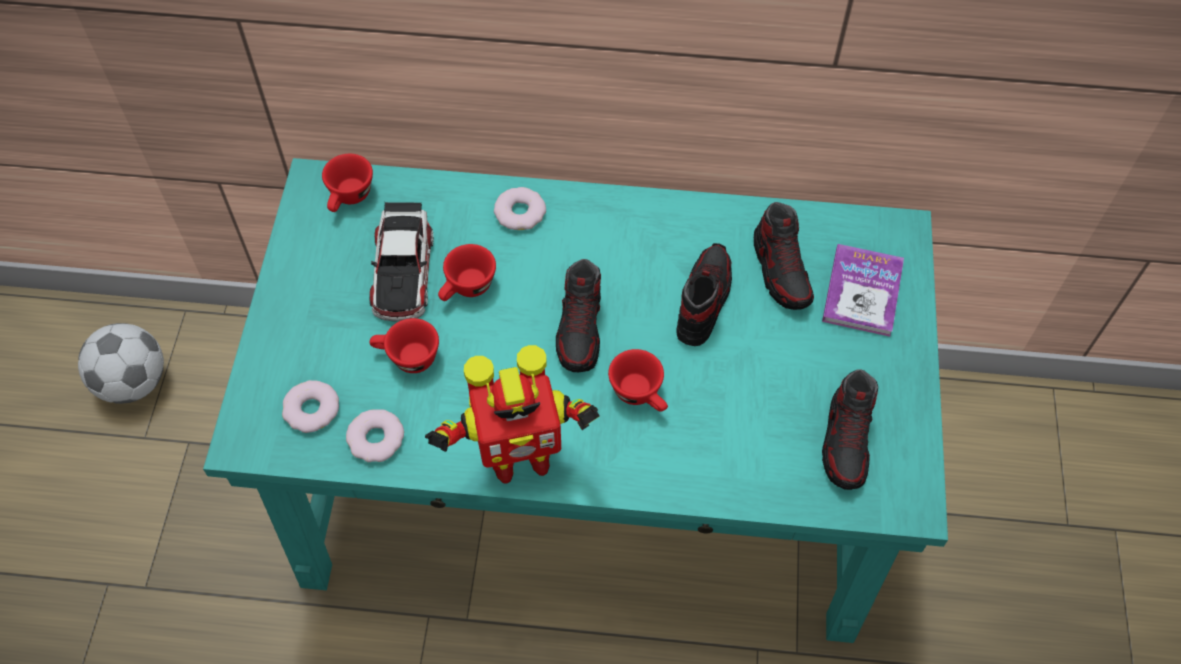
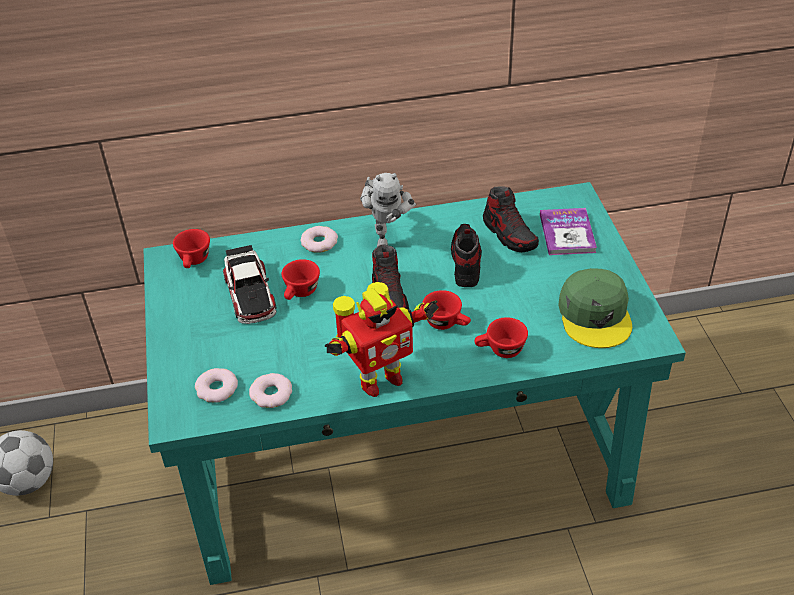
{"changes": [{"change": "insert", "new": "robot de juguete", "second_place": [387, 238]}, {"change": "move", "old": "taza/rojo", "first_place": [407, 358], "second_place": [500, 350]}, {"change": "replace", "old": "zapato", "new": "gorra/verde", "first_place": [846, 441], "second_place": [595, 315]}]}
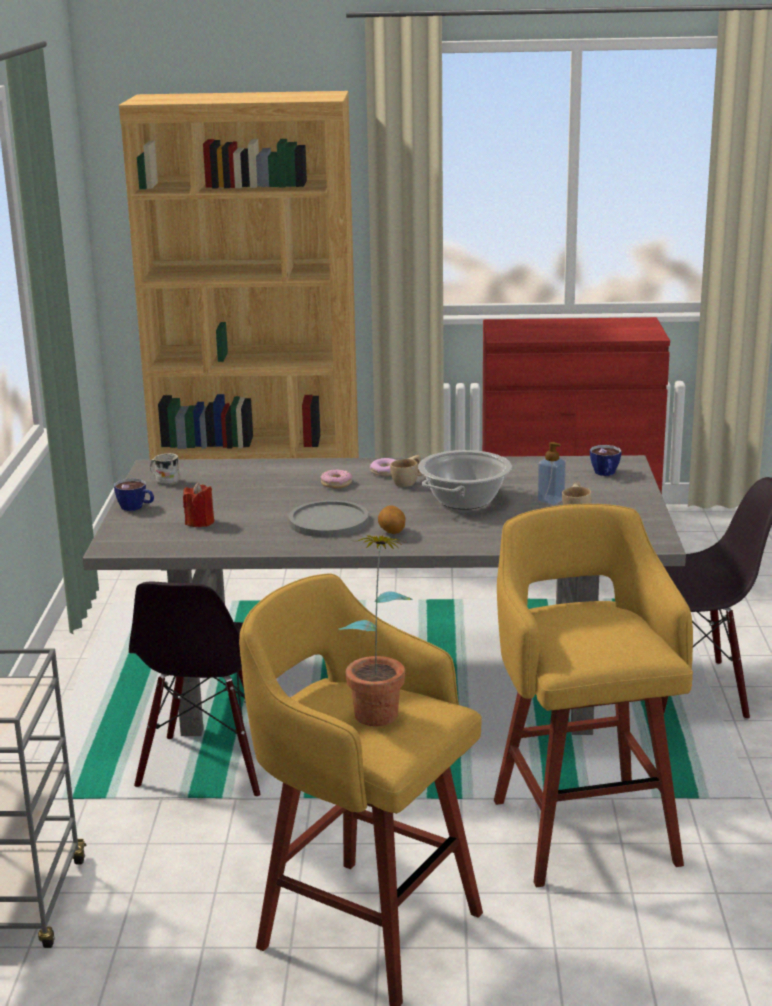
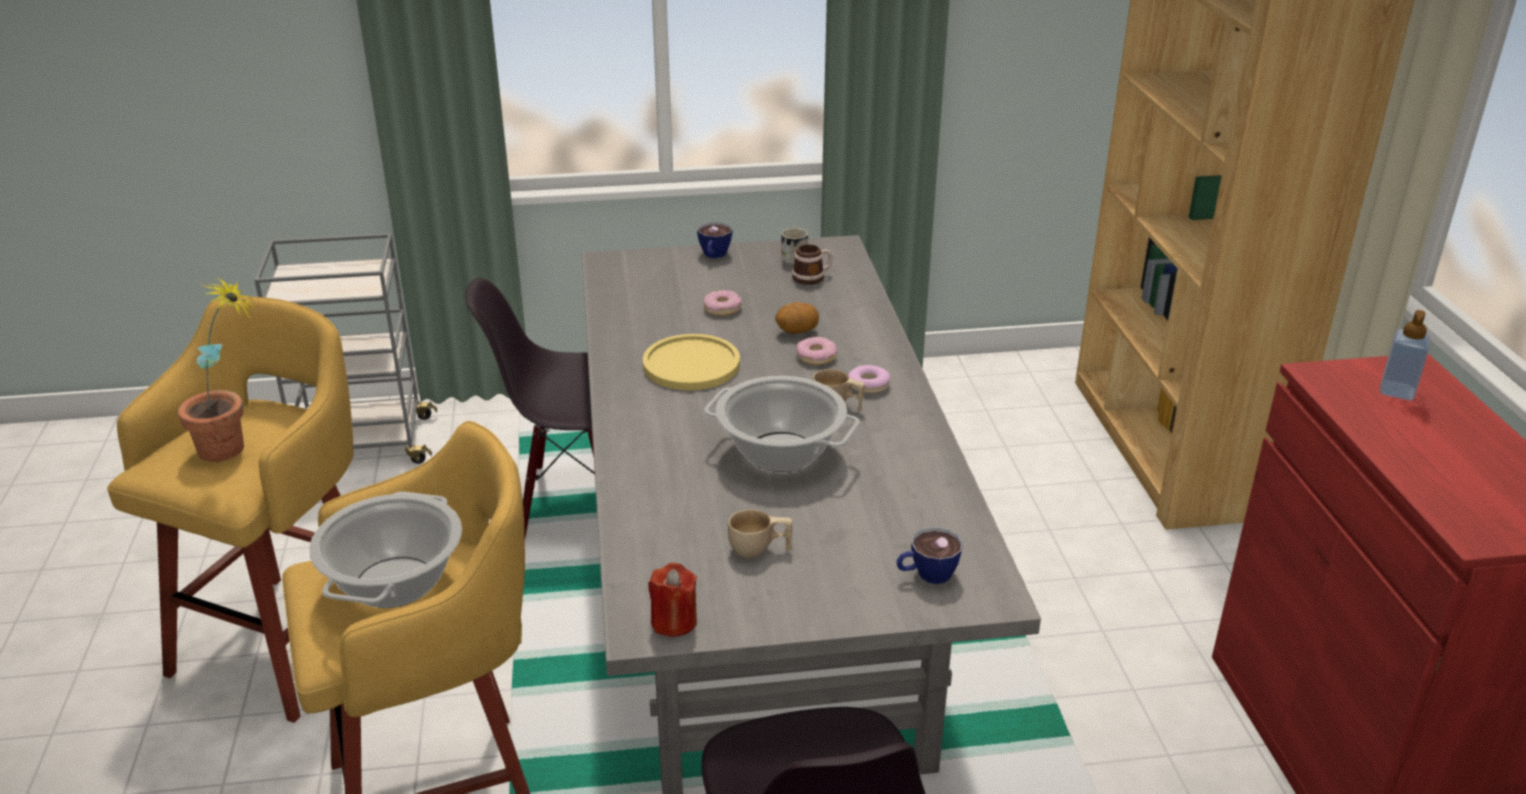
{"changes": [{"change": "insert", "new": "olla", "second_place": [395, 583]}, {"change": "insert", "new": "rosquilla", "second_place": [722, 309]}, {"change": "insert", "new": "taza grande", "second_place": [812, 277]}, {"change": "move", "old": "vela/rojo", "first_place": [200, 522], "second_place": [674, 622]}, {"change": "move", "old": "patata", "first_place": [391, 532], "second_place": [797, 331]}, {"change": "move", "old": "dispensador de jabón", "first_place": [551, 500], "second_place": [1397, 391]}, {"change": "recolor", "old": "plato/gris", "new": "plato/amarillo", "first_place": [328, 521], "second_place": [691, 365]}]}
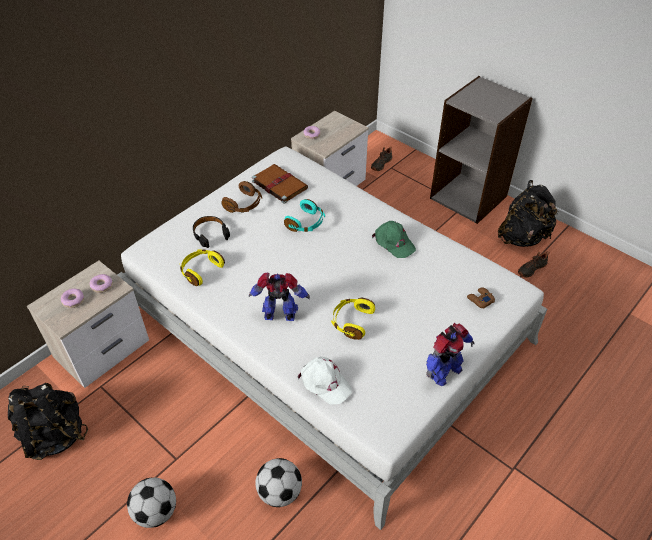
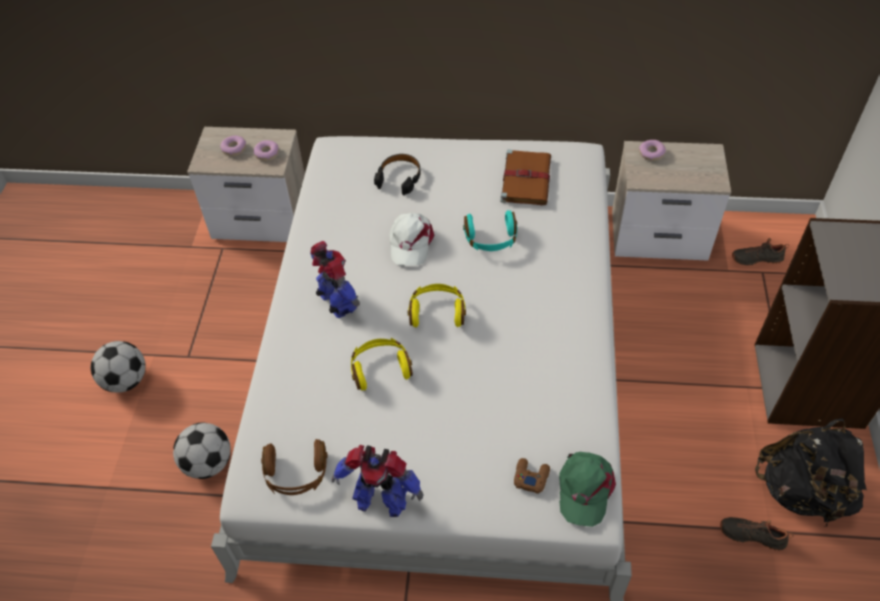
{"changes": [{"change": "delete", "old": "mochila/negro", "first_place": [54, 434]}, {"change": "move", "old": "auriculares/amarillo", "first_place": [201, 270], "second_place": [437, 312]}, {"change": "move", "old": "auriculares/marrón", "first_place": [244, 204], "second_place": [296, 474]}, {"change": "move", "old": "gorra/blanco", "first_place": [324, 383], "second_place": [410, 242]}, {"change": "move", "old": "gorra/verde", "first_place": [393, 242], "second_place": [584, 489]}]}
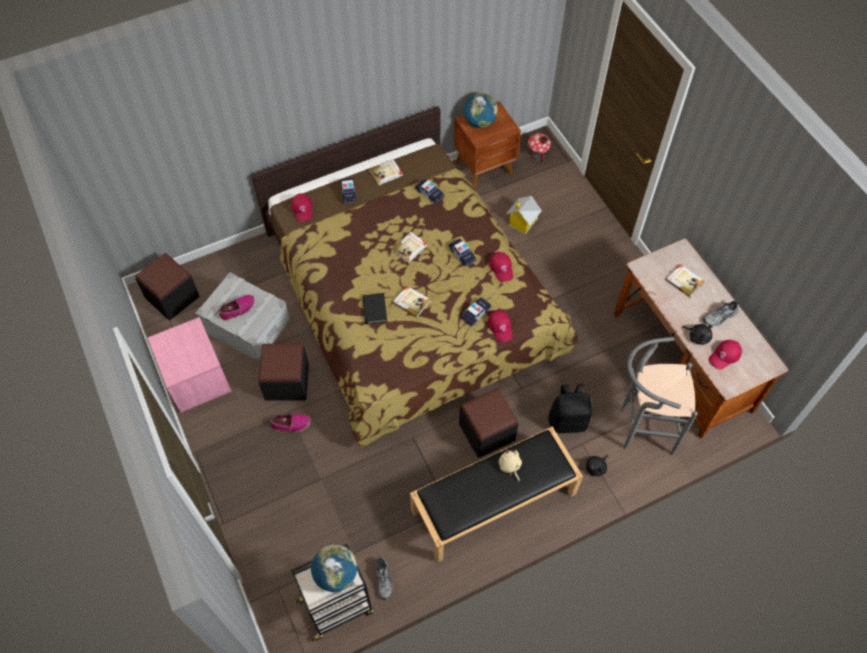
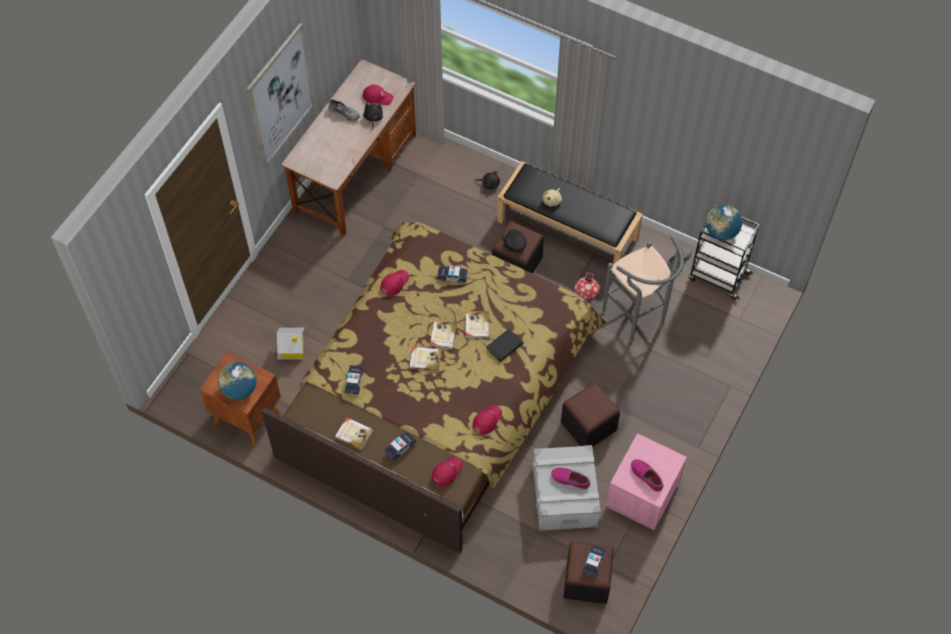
{"changes": [{"change": "delete", "old": "mochila/negro", "first_place": [568, 420]}, {"change": "insert", "new": "cuadro", "second_place": [280, 96]}, {"change": "insert", "new": "gorra/negro", "second_place": [514, 241]}, {"change": "move", "old": "zapato", "first_place": [291, 424], "second_place": [647, 476]}, {"change": "move", "old": "coche de juguete", "first_place": [462, 254], "second_place": [593, 562]}, {"change": "move", "old": "gorra/rojo", "first_place": [500, 327], "second_place": [487, 420]}, {"change": "move", "old": "casita", "first_place": [537, 156], "second_place": [585, 298]}, {"change": "move", "old": "taburete/gris", "first_place": [640, 429], "second_place": [637, 320]}, {"change": "move", "old": "libro", "first_place": [684, 281], "second_place": [443, 335]}]}
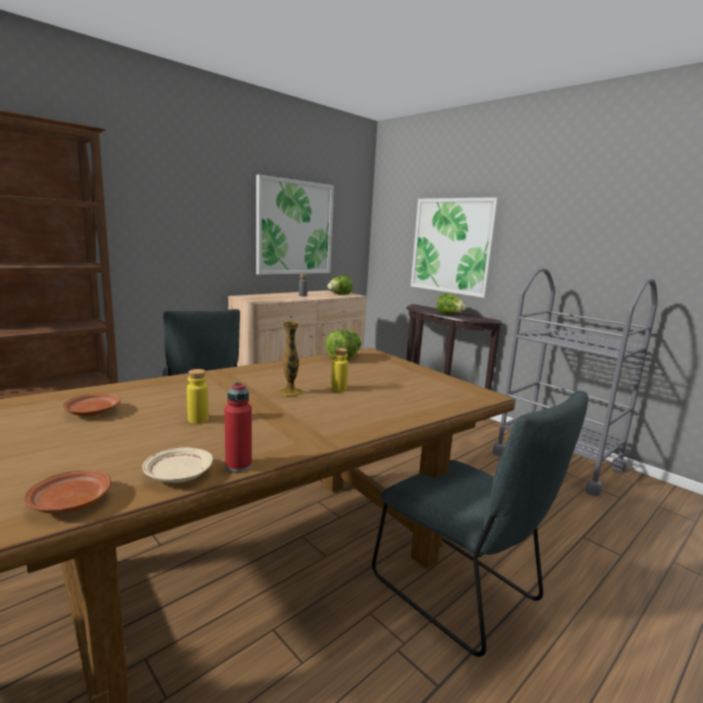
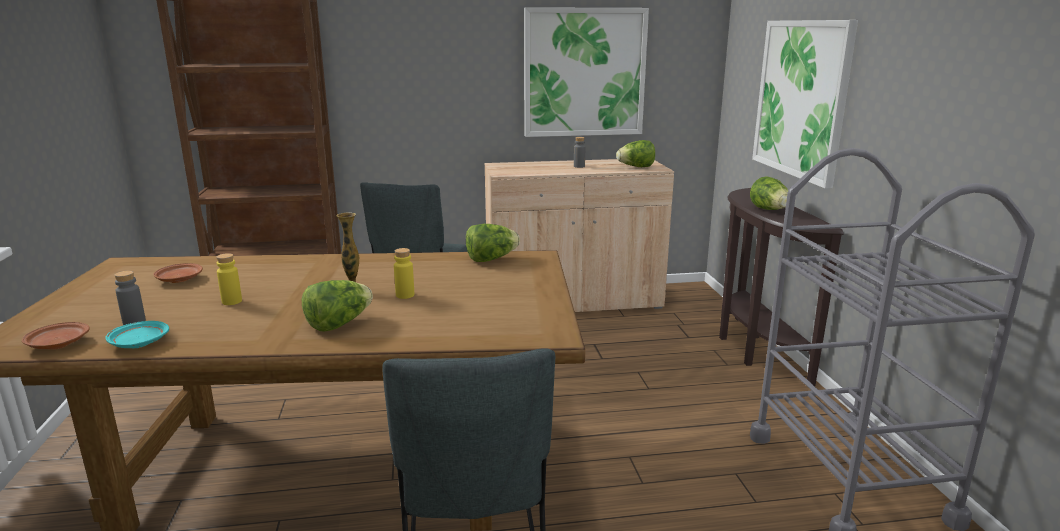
{"changes": [{"change": "delete", "old": "botella/rojo", "first_place": [238, 466]}, {"change": "insert", "new": "botella/gris", "second_place": [134, 322]}, {"change": "insert", "new": "lechuga", "second_place": [338, 324]}, {"change": "recolor", "old": "plato/beis", "new": "plato/turquesa", "first_place": [178, 475], "second_place": [139, 343]}]}
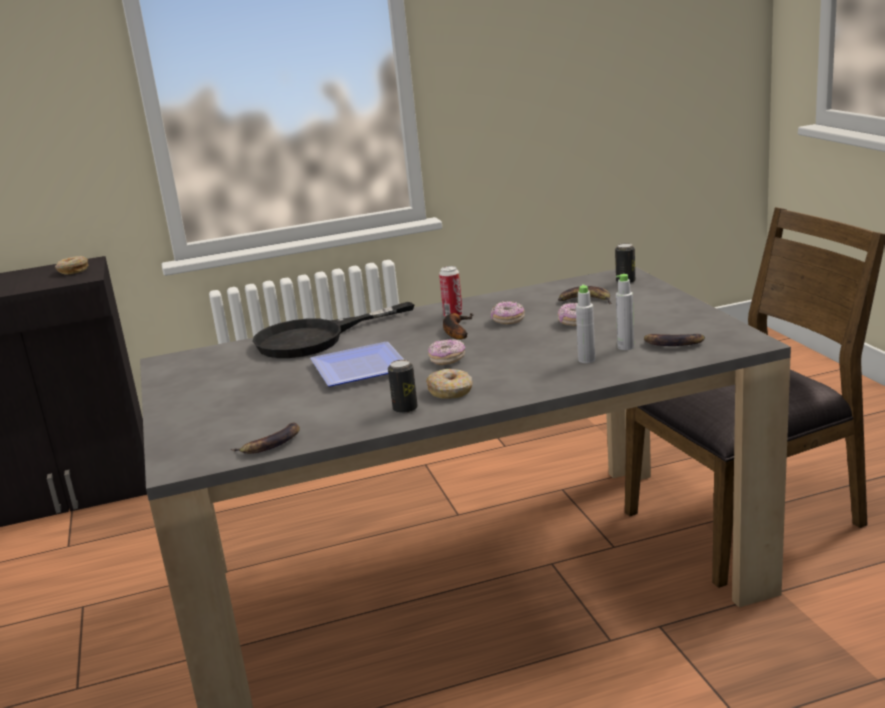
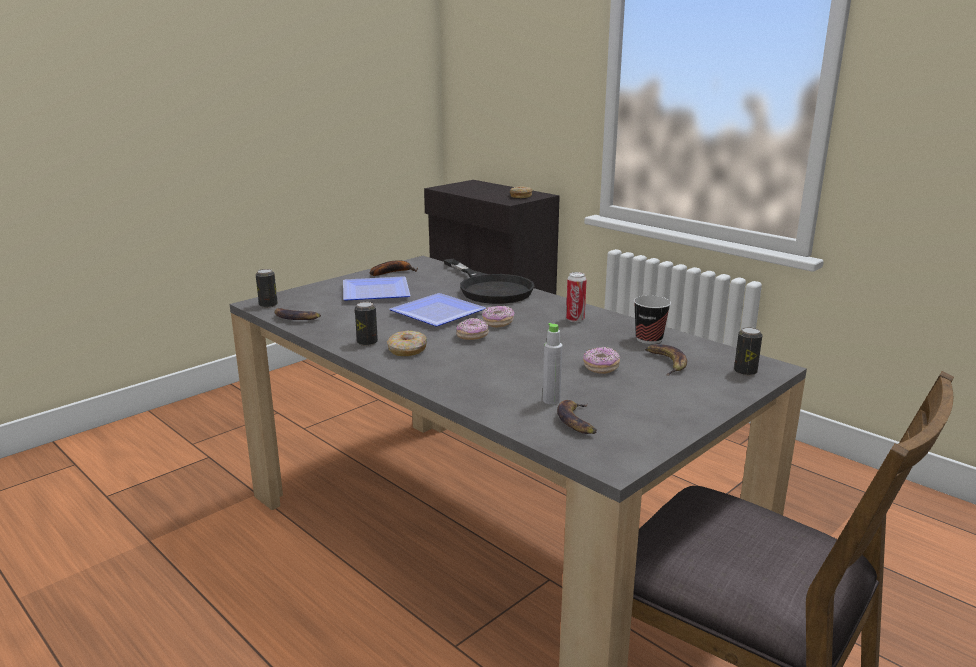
{"changes": [{"change": "delete", "old": "botella/gris", "first_place": [586, 360]}, {"change": "insert", "new": "lata", "second_place": [268, 305]}, {"change": "insert", "new": "plato", "second_place": [378, 291]}, {"change": "insert", "new": "taza", "second_place": [649, 339]}, {"change": "move", "old": "plátano", "first_place": [455, 330], "second_place": [393, 272]}, {"change": "move", "old": "rosquilla", "first_place": [508, 320], "second_place": [498, 323]}, {"change": "rotate", "old": "sartén/negro", "first_place": [315, 338], "second_place": [489, 288], "degrees": -150}]}
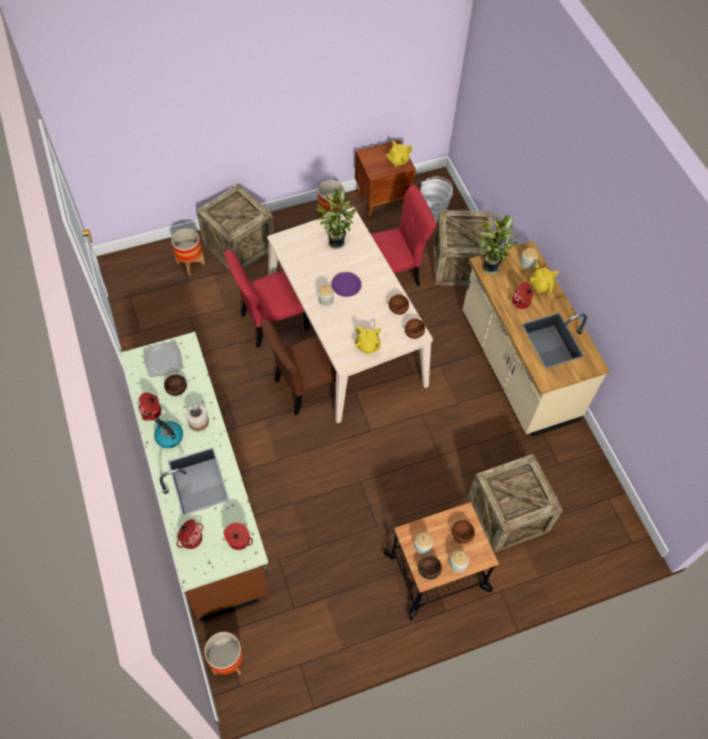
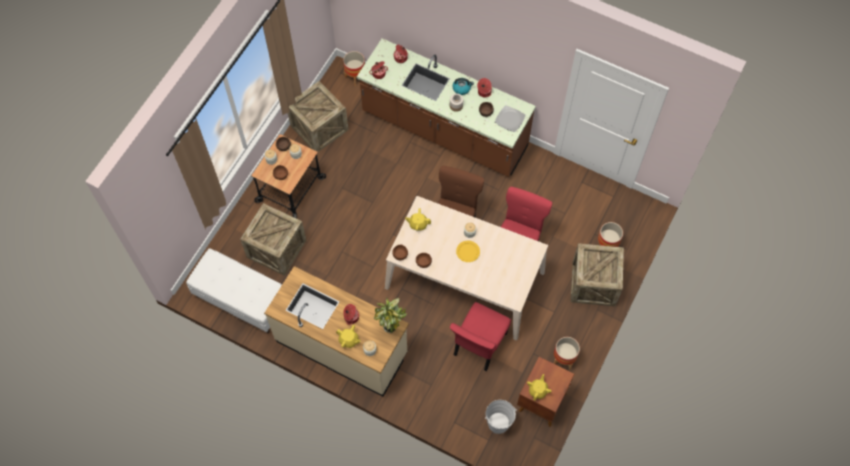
{"changes": [{"change": "delete", "old": "planta en maceta", "first_place": [335, 242]}, {"change": "insert", "new": "banco/blanco", "second_place": [241, 300]}, {"change": "move", "old": "caja de embalaje", "first_place": [459, 264], "second_place": [319, 128]}, {"change": "recolor", "old": "plato/morado", "new": "plato/amarillo", "first_place": [346, 285], "second_place": [468, 252]}]}
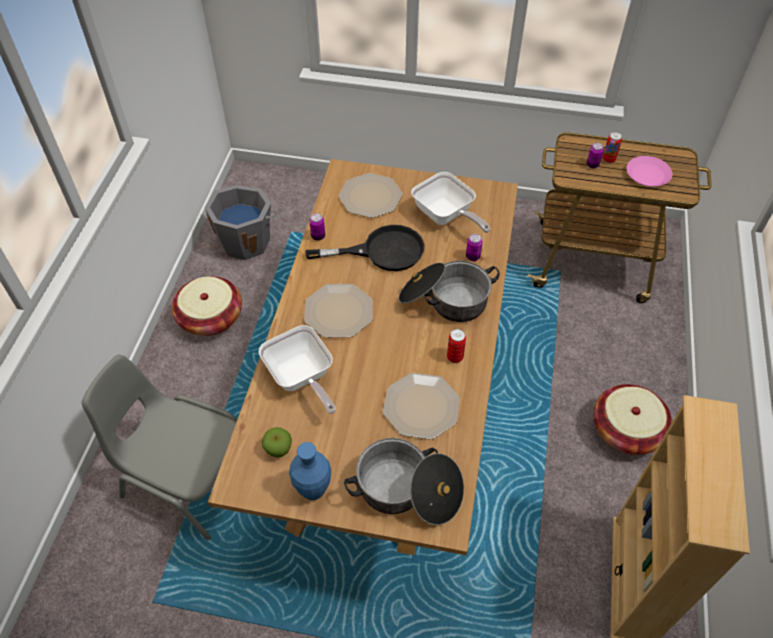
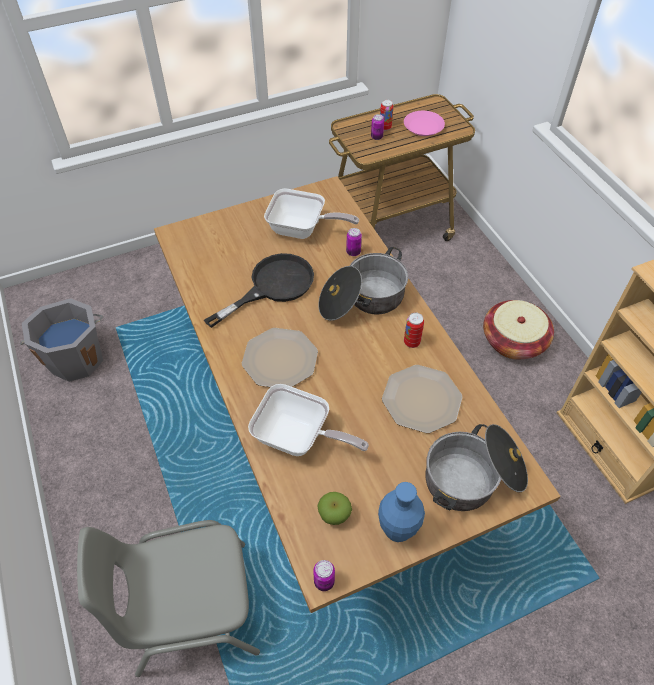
{"changes": [{"change": "delete", "old": "cesta", "first_place": [211, 317]}, {"change": "delete", "old": "plato", "first_place": [370, 196]}, {"change": "move", "old": "lata", "first_place": [318, 236], "second_place": [324, 581]}]}
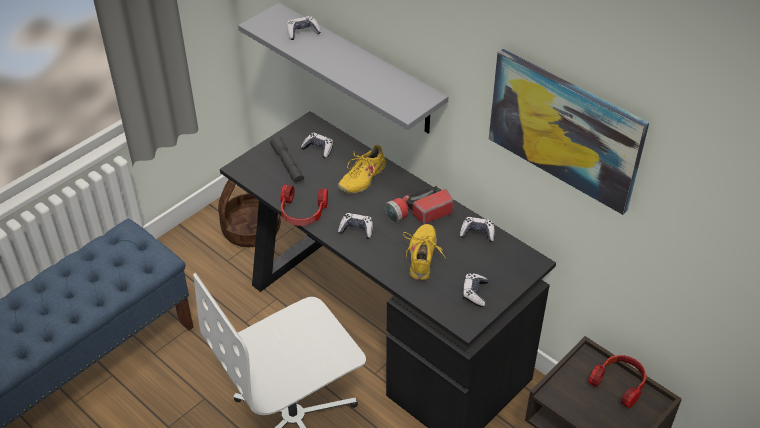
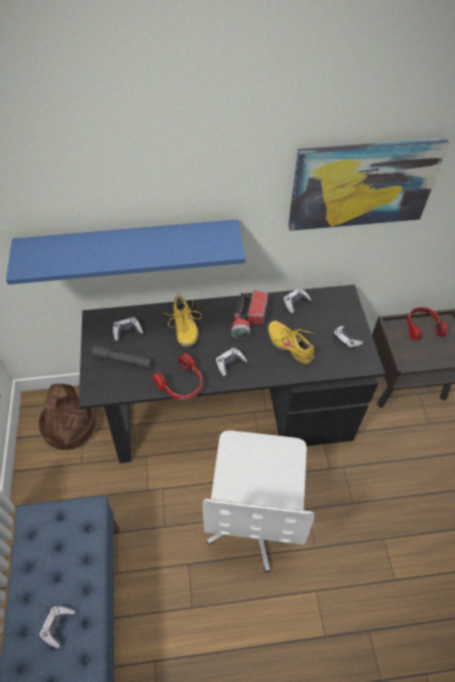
{"changes": [{"change": "move", "old": "mando de consola", "first_place": [302, 32], "second_place": [58, 626]}, {"change": "recolor", "old": "estante/gris", "new": "estante/azul", "first_place": [359, 69], "second_place": [130, 248]}]}
